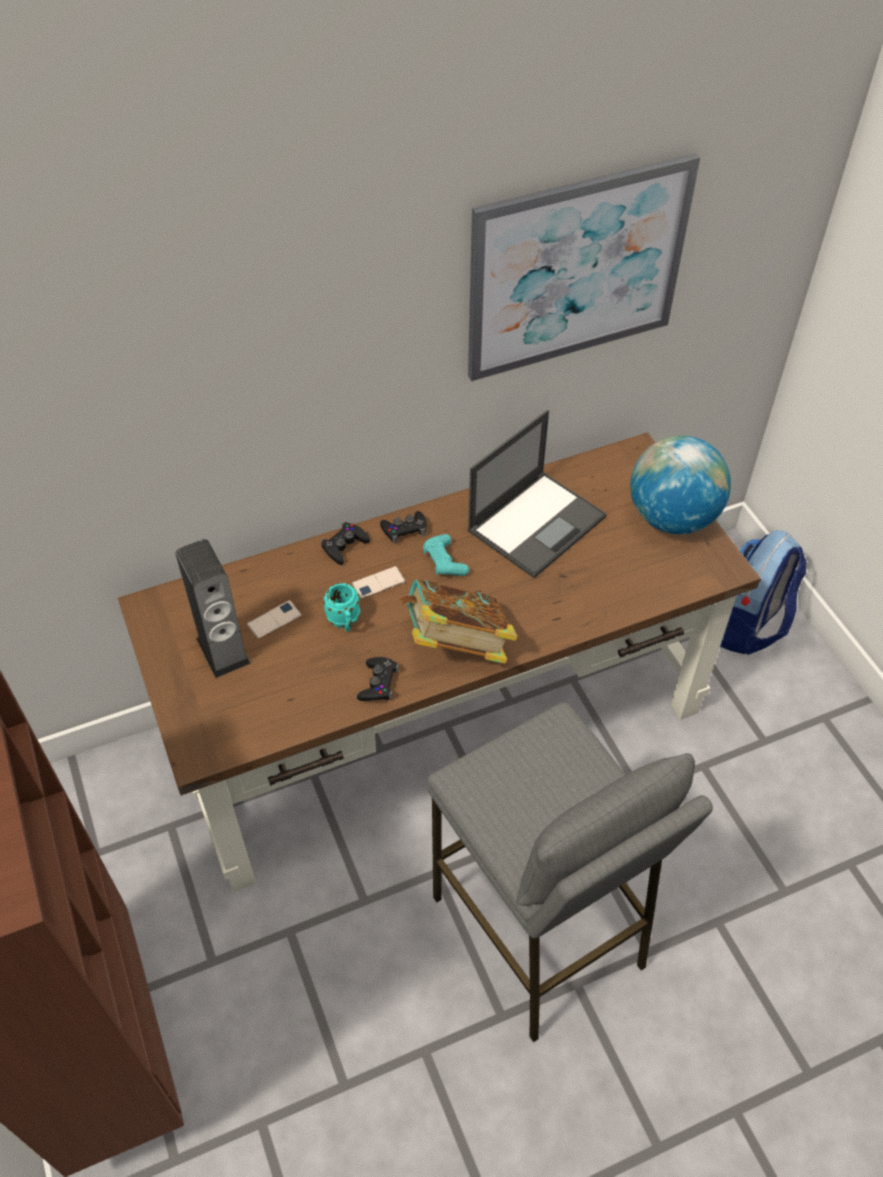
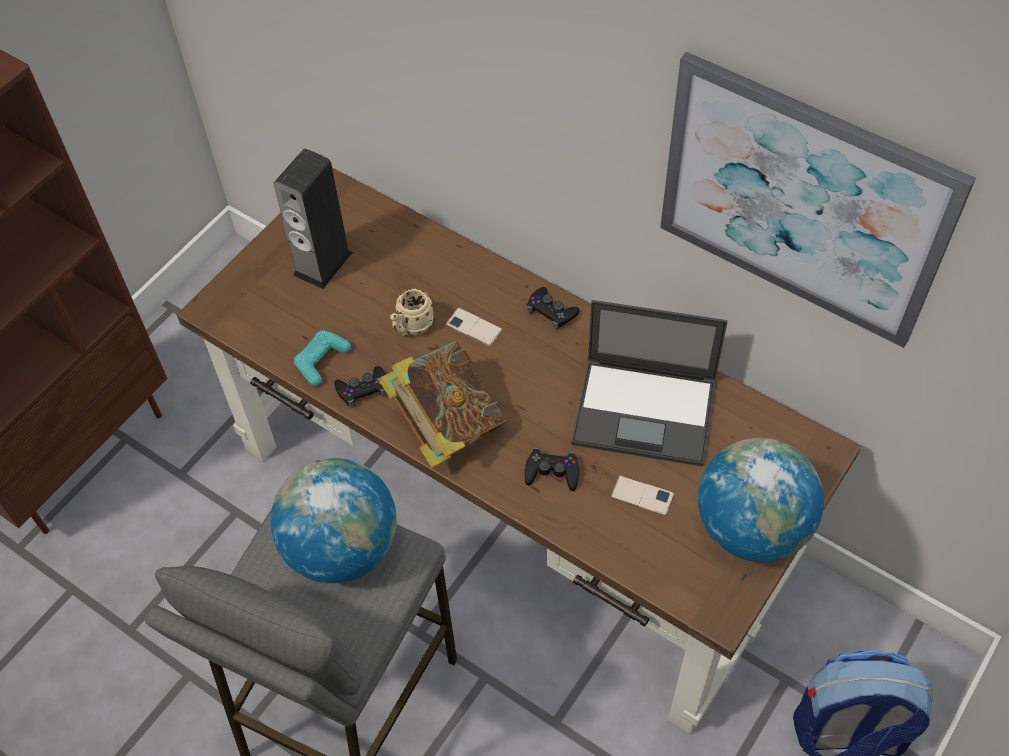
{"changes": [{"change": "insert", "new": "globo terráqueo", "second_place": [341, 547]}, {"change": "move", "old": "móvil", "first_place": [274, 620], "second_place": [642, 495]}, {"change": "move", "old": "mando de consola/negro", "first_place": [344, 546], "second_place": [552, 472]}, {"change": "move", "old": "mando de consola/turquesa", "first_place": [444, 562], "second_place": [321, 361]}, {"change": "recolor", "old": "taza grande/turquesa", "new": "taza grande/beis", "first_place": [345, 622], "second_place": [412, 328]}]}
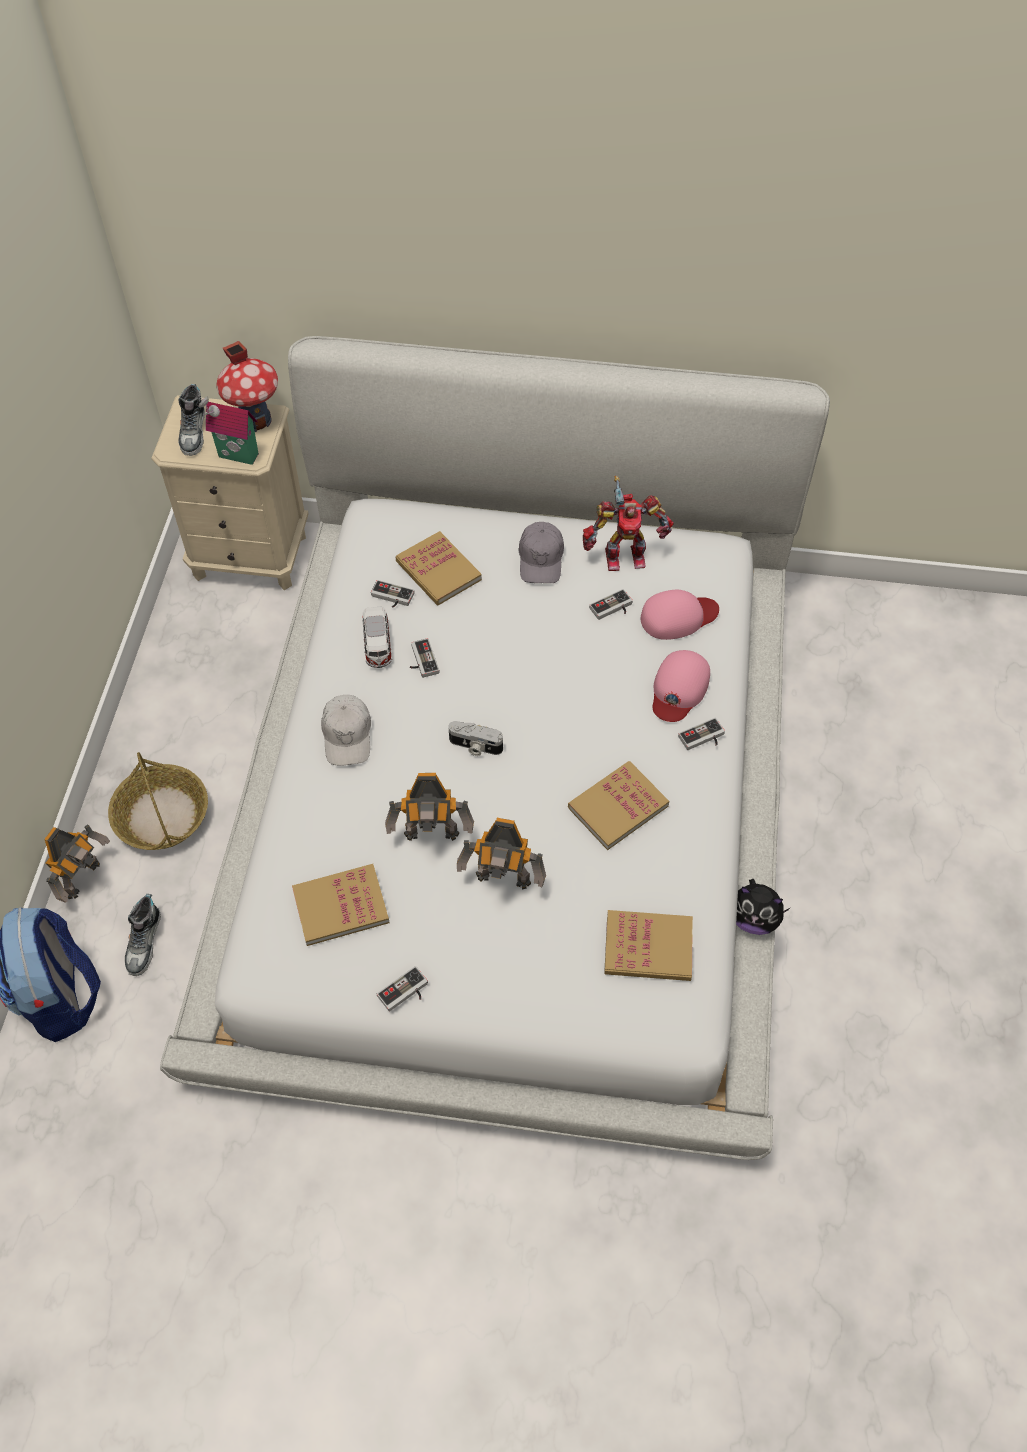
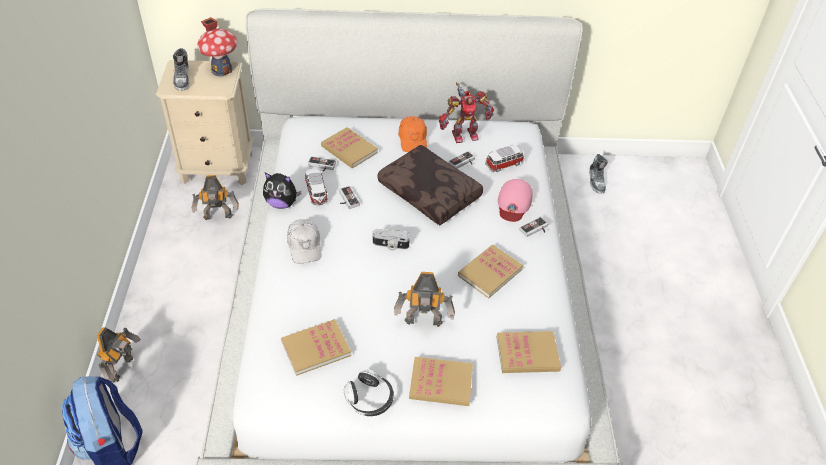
{"changes": [{"change": "delete", "old": "cesta", "first_place": [162, 816]}, {"change": "delete", "old": "casita", "first_place": [237, 457]}, {"change": "insert", "new": "cojín/marrón", "second_place": [431, 192]}, {"change": "insert", "new": "libro", "second_place": [441, 383]}, {"change": "move", "old": "zapato", "first_place": [144, 942], "second_place": [596, 181]}, {"change": "move", "old": "robot de juguete", "first_place": [432, 837], "second_place": [218, 217]}, {"change": "move", "old": "peluche", "first_place": [753, 919], "second_place": [282, 203]}, {"change": "replace", "old": "mando de consola", "new": "auriculares", "first_place": [405, 993], "second_place": [369, 399]}, {"change": "replace", "old": "gorra/rosa", "new": "coche de juguete", "first_place": [678, 617], "second_place": [504, 164]}, {"change": "recolor", "old": "gorra/gris", "new": "gorra/naranja", "first_place": [541, 559], "second_place": [413, 139]}]}
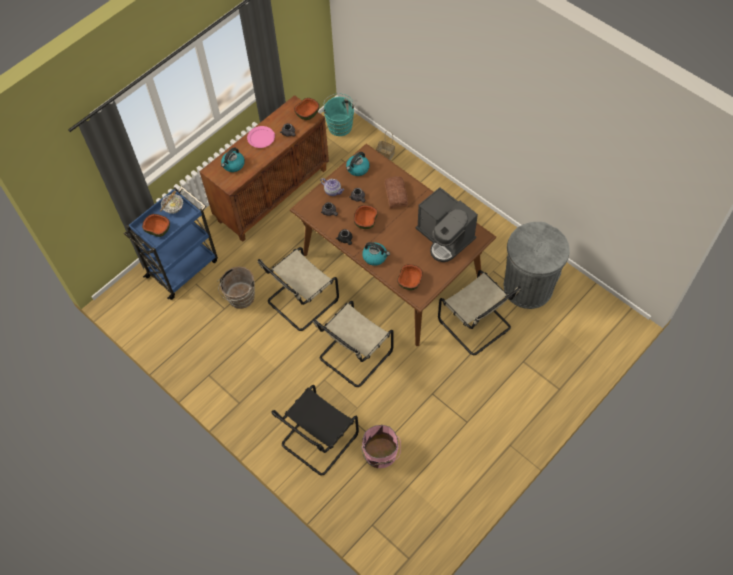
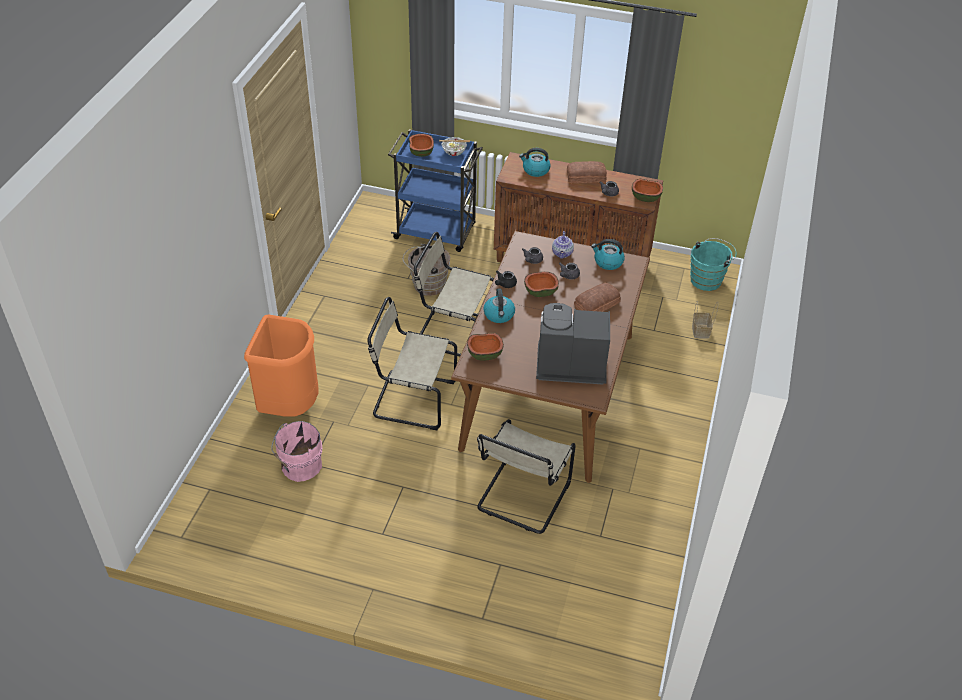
{"changes": [{"change": "delete", "old": "papelera/gris", "first_place": [528, 287]}, {"change": "replace", "old": "plato/rosa", "new": "pan", "first_place": [261, 138], "second_place": [585, 176]}, {"change": "replace", "old": "silla/negro", "new": "papelera/naranja", "first_place": [317, 441], "second_place": [290, 406]}, {"change": "rotate", "old": "cafetera", "first_place": [445, 237], "second_place": [568, 365], "degrees": 75}]}
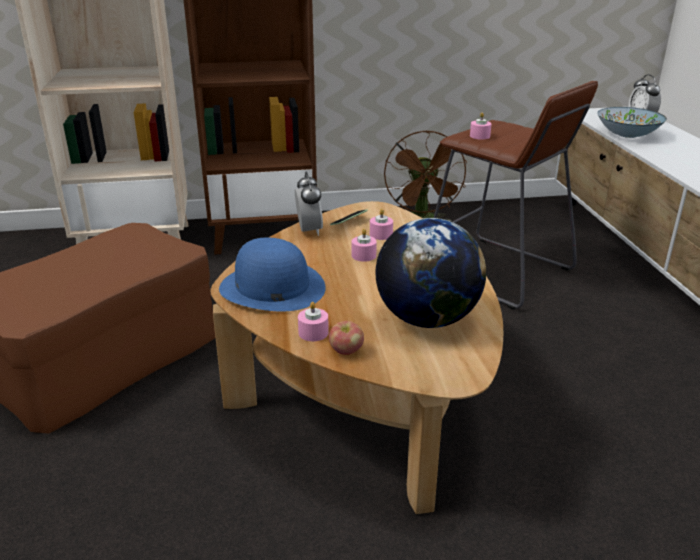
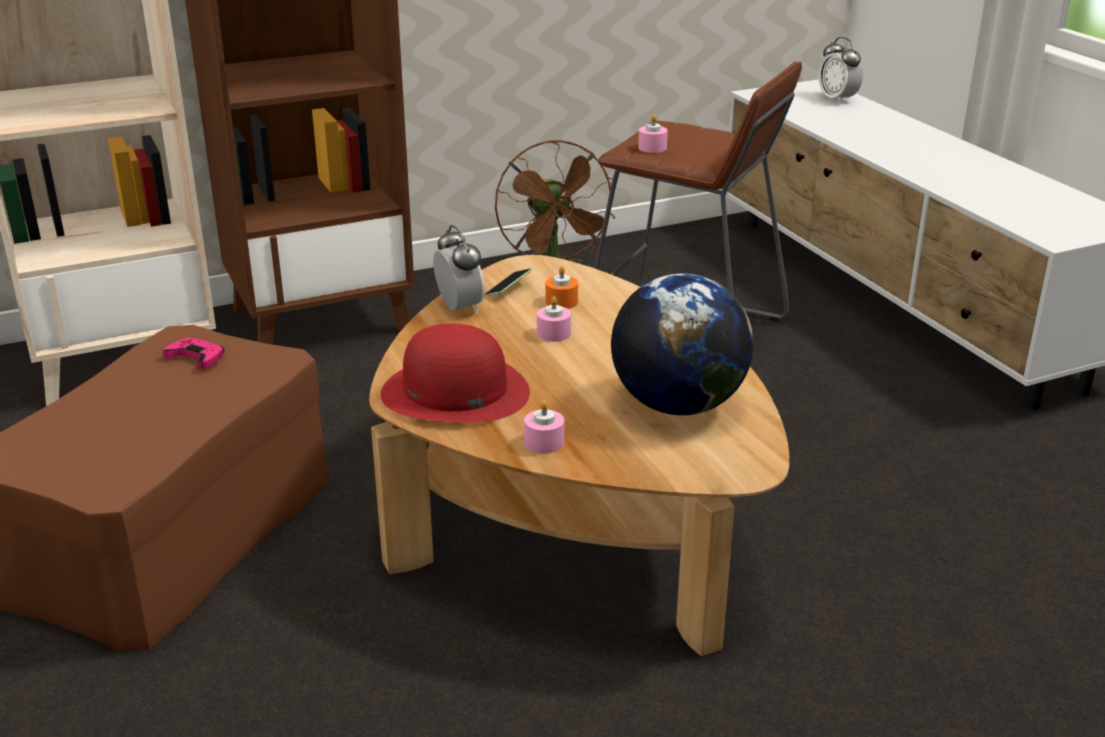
{"changes": [{"change": "delete", "old": "manzana", "first_place": [346, 351]}, {"change": "delete", "old": "cuenco", "first_place": [627, 135]}, {"change": "insert", "new": "mando de consola/rosa", "second_place": [196, 357]}, {"change": "recolor", "old": "sombrero/azul", "new": "sombrero/rojo", "first_place": [271, 287], "second_place": [454, 392]}, {"change": "recolor", "old": "vela/rosa", "new": "vela/naranja", "first_place": [381, 234], "second_place": [561, 302]}]}
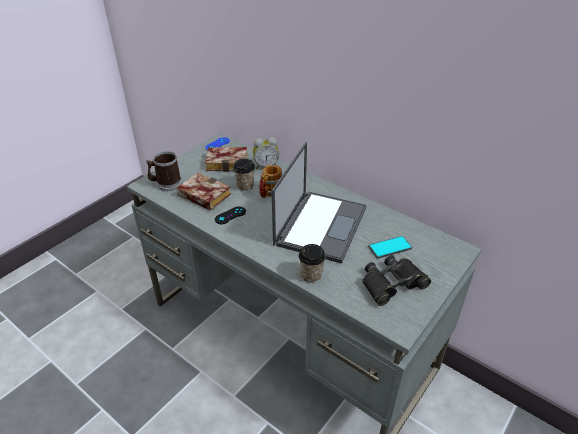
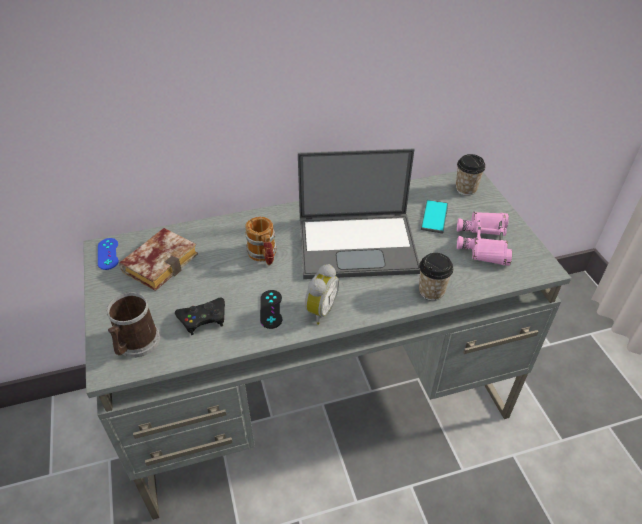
{"changes": [{"change": "move", "old": "taza", "first_place": [245, 186], "second_place": [466, 189]}, {"change": "move", "old": "despertador", "first_place": [266, 165], "second_place": [319, 310]}, {"change": "replace", "old": "libro", "new": "mando de consola/negro", "first_place": [201, 195], "second_place": [203, 318]}, {"change": "recolor", "old": "prismáticos/negro", "new": "prismáticos/rosa", "first_place": [392, 284], "second_place": [484, 242]}, {"change": "rotate", "old": "portátil", "first_place": [321, 225], "second_place": [358, 244], "degrees": 120}]}
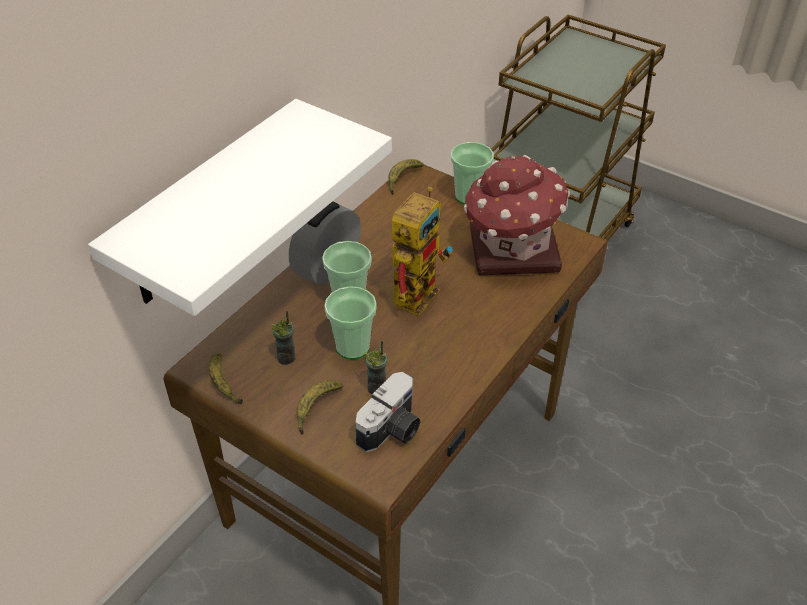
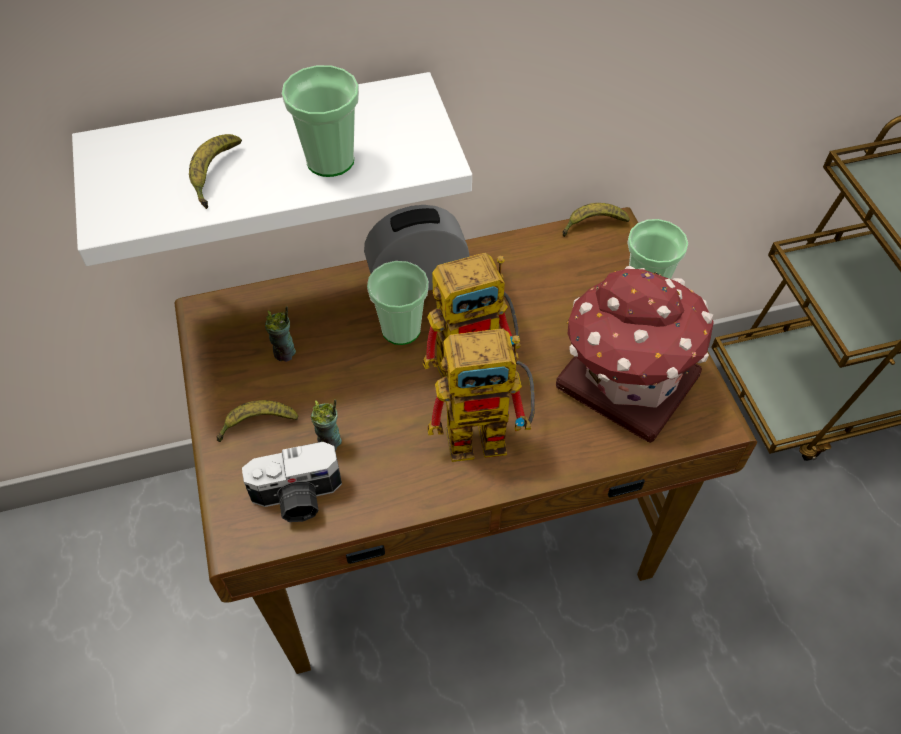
{"changes": [{"change": "insert", "new": "robot de juguete", "second_place": [489, 433]}, {"change": "move", "old": "plátano", "first_place": [223, 384], "second_place": [214, 175]}, {"change": "move", "old": "taza", "first_place": [352, 347], "second_place": [330, 160]}]}
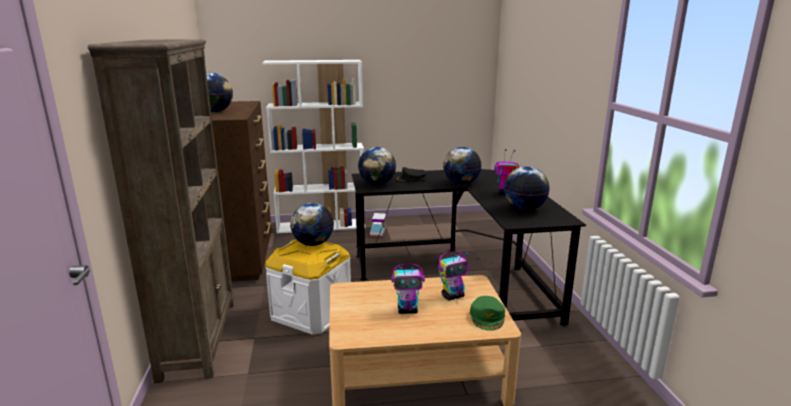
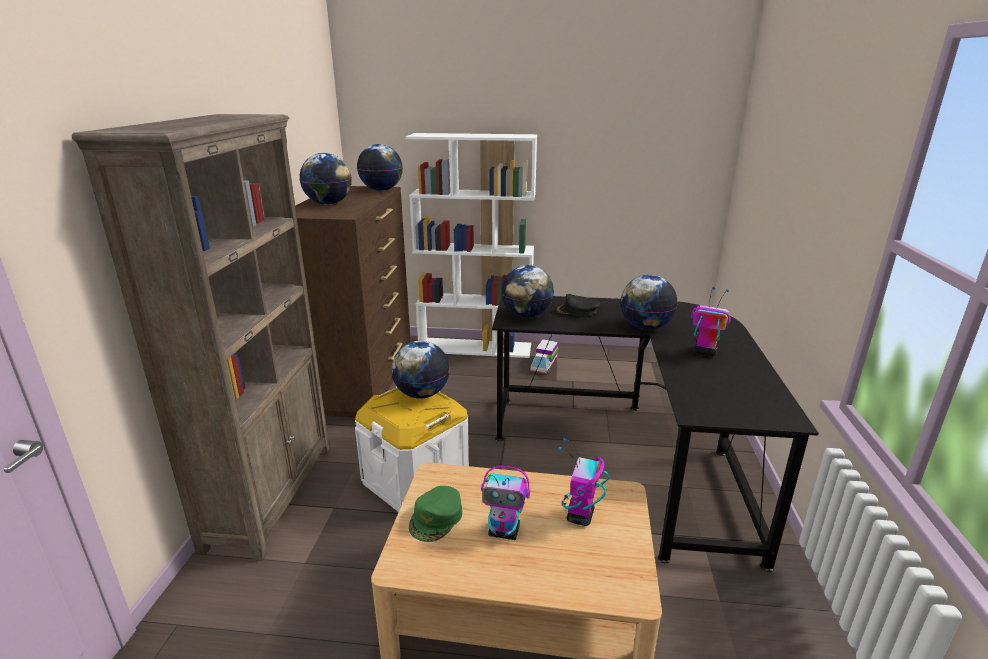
{"changes": [{"change": "move", "old": "gorra/verde", "first_place": [487, 317], "second_place": [436, 518]}, {"change": "move", "old": "globo terráqueo", "first_place": [524, 209], "second_place": [382, 190]}, {"change": "rotate", "old": "robot de juguete", "first_place": [453, 296], "second_place": [580, 516], "degrees": 120}]}
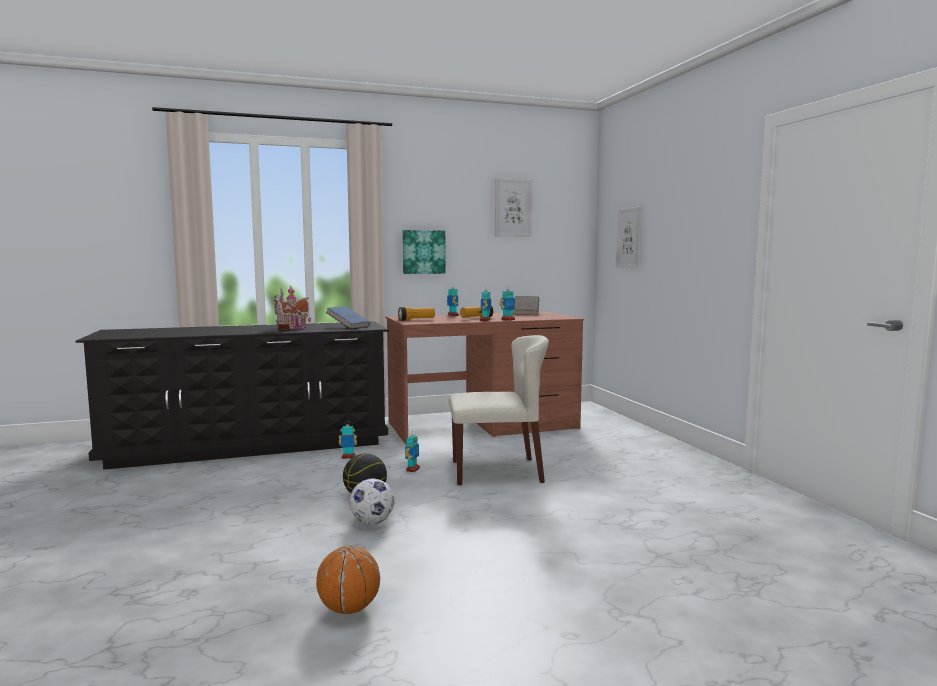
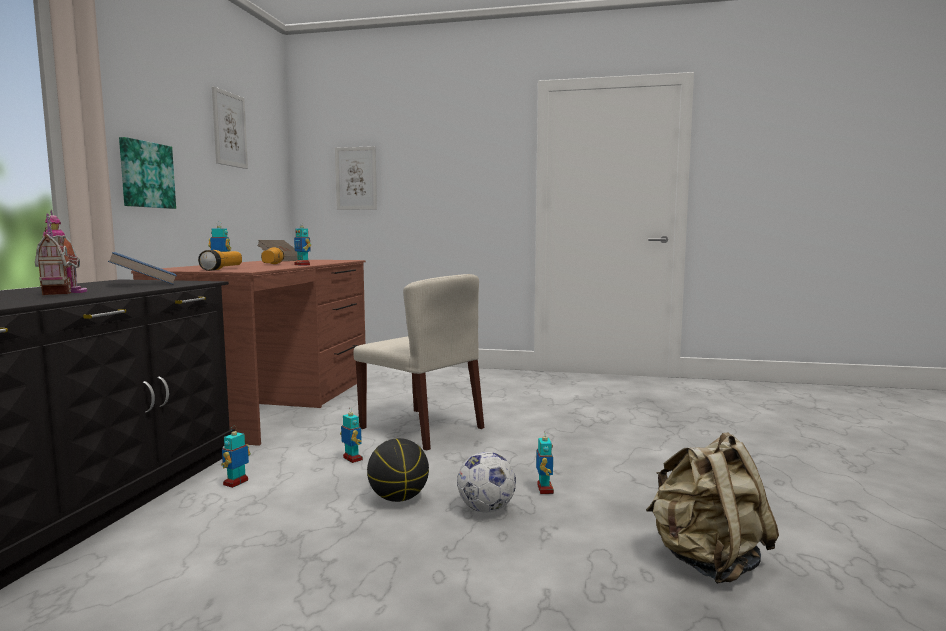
{"changes": [{"change": "move", "old": "robot de juguete", "first_place": [508, 319], "second_place": [544, 489]}, {"change": "replace", "old": "balón de baloncesto", "new": "mochila/beis", "first_place": [349, 609], "second_place": [707, 562]}, {"change": "rotate", "old": "silla/beis", "first_place": [497, 471], "second_place": [422, 428], "degrees": 105}]}
